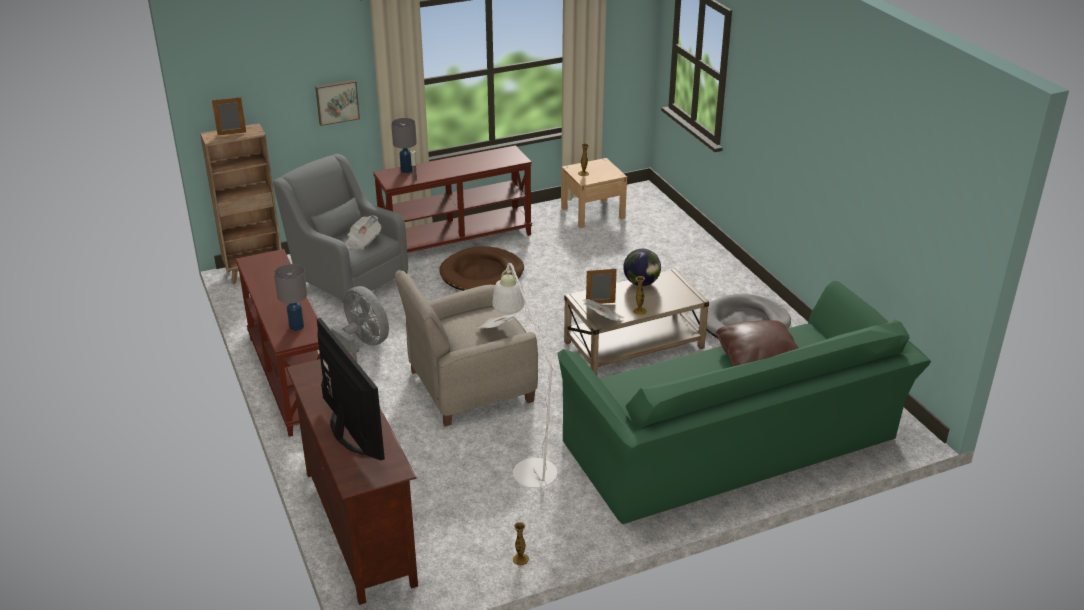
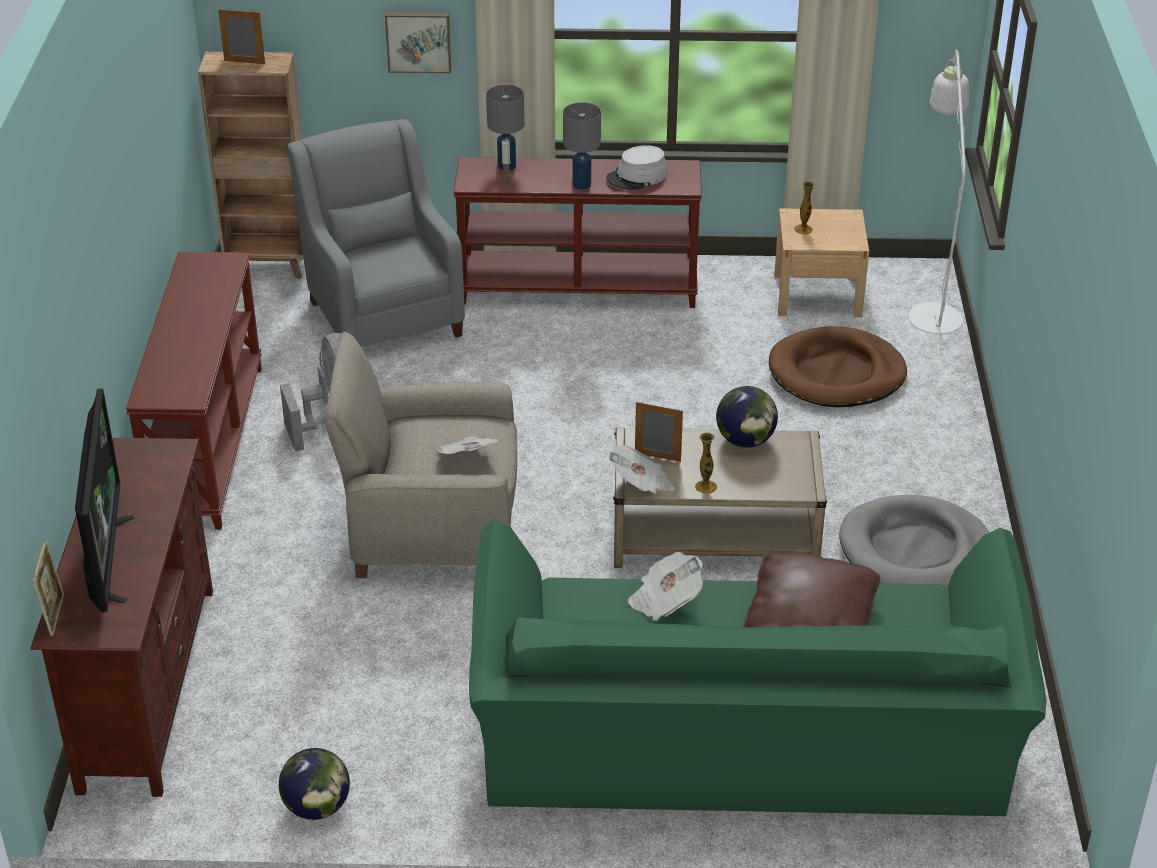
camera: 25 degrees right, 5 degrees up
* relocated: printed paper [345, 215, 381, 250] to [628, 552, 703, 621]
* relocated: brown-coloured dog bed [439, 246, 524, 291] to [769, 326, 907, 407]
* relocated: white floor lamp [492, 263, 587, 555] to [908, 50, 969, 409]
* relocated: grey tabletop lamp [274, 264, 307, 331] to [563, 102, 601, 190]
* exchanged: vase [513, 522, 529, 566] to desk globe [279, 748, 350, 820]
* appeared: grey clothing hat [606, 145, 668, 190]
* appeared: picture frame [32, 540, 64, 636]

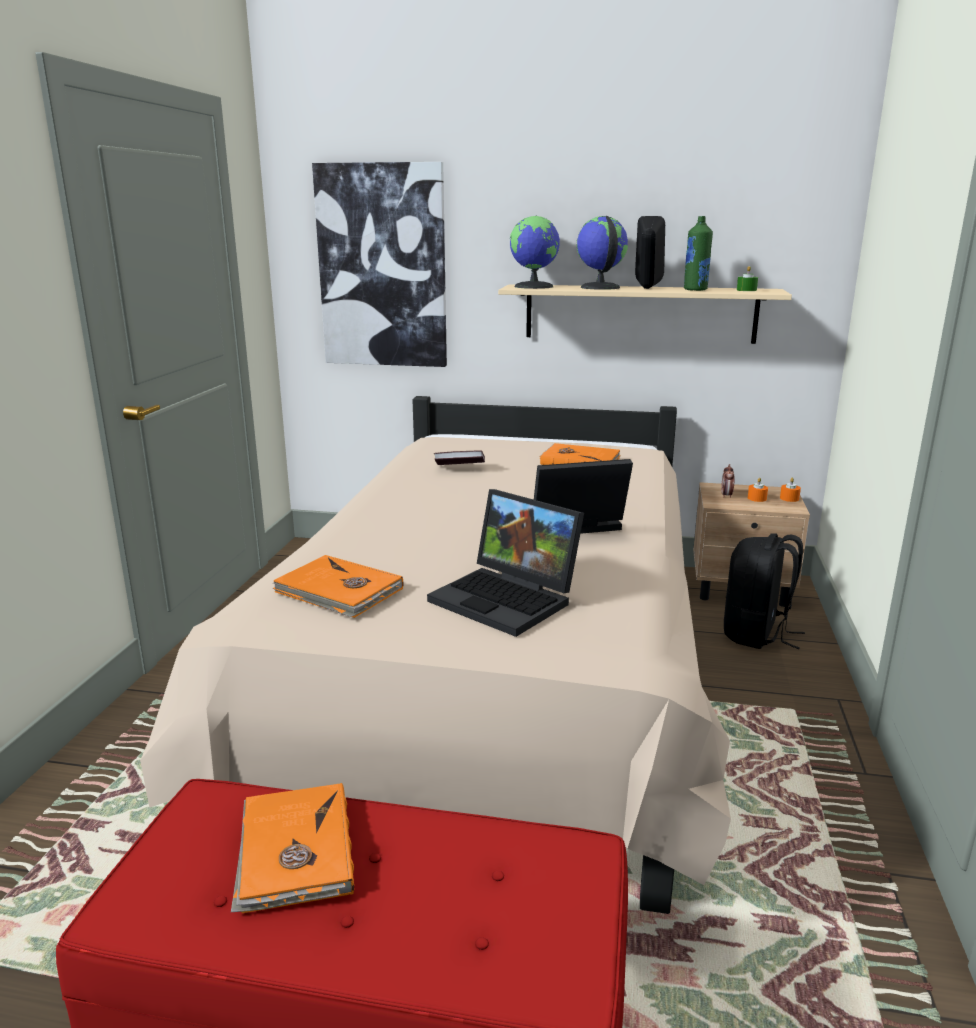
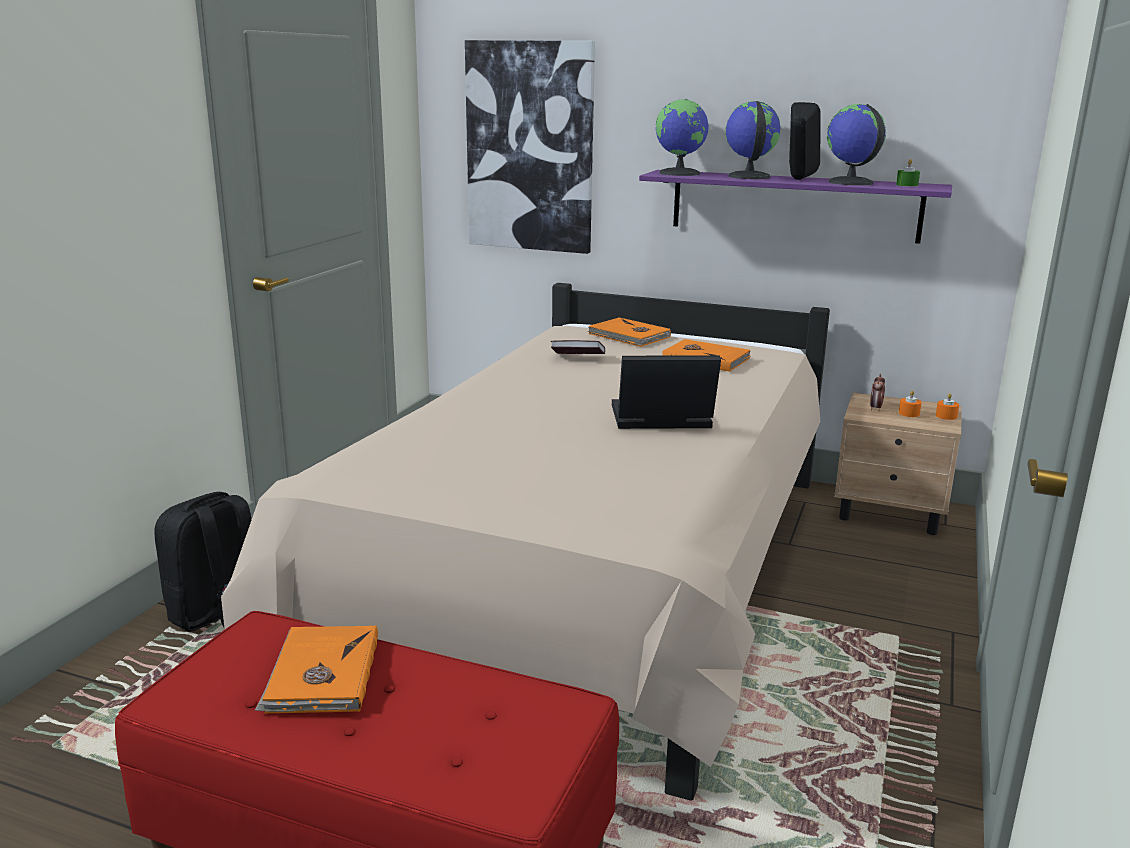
camera: 10 degrees right, 0 degrees up
* exchanged: green-coloured bottle [684, 216, 713, 291] to desk globe [827, 104, 886, 185]
* colour: sand-coloured bracket shelf [498, 284, 792, 344] to purple bracket shelf [639, 170, 952, 244]
* missing: portable computer [427, 489, 584, 637]
* relocated: blackish knapsack [724, 534, 805, 649] to [154, 492, 251, 632]
* relocated: orangey volume [273, 555, 403, 618] to [587, 317, 671, 347]

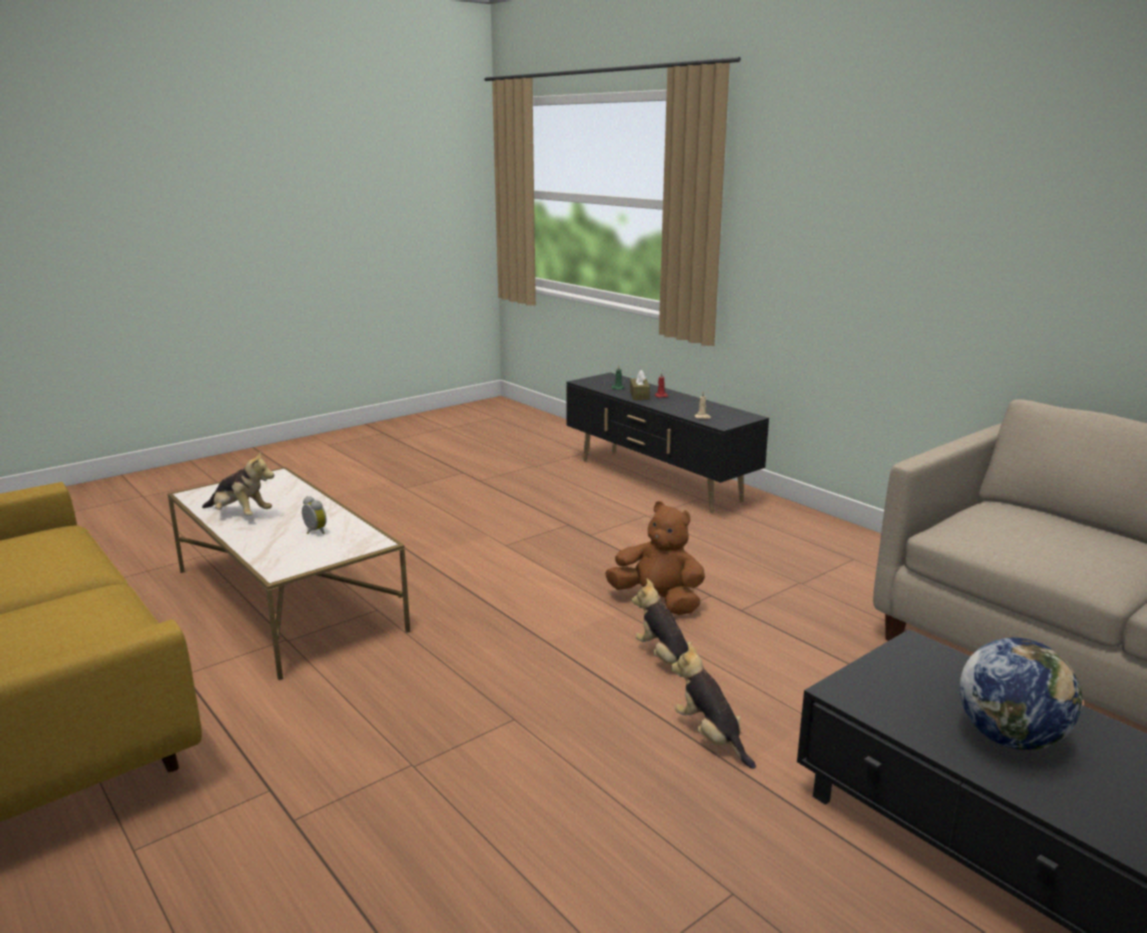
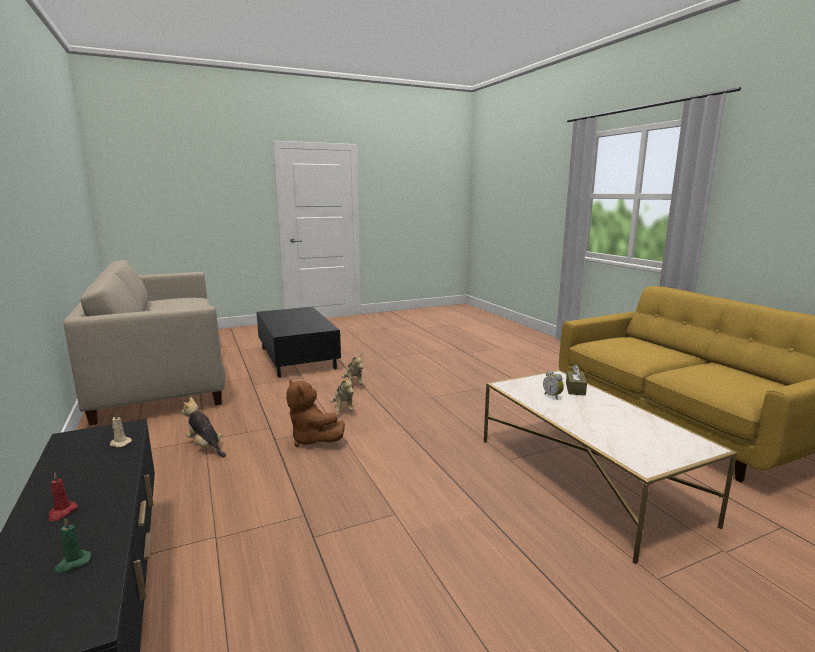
camera: 165 degrees left, 5 degrees down
* relocated: brown-coloured tissue holder [630, 370, 650, 400] to [566, 364, 587, 396]
* relocated: plush toy [202, 450, 274, 516] to [181, 397, 226, 457]
* missing: desk globe [960, 638, 1082, 750]

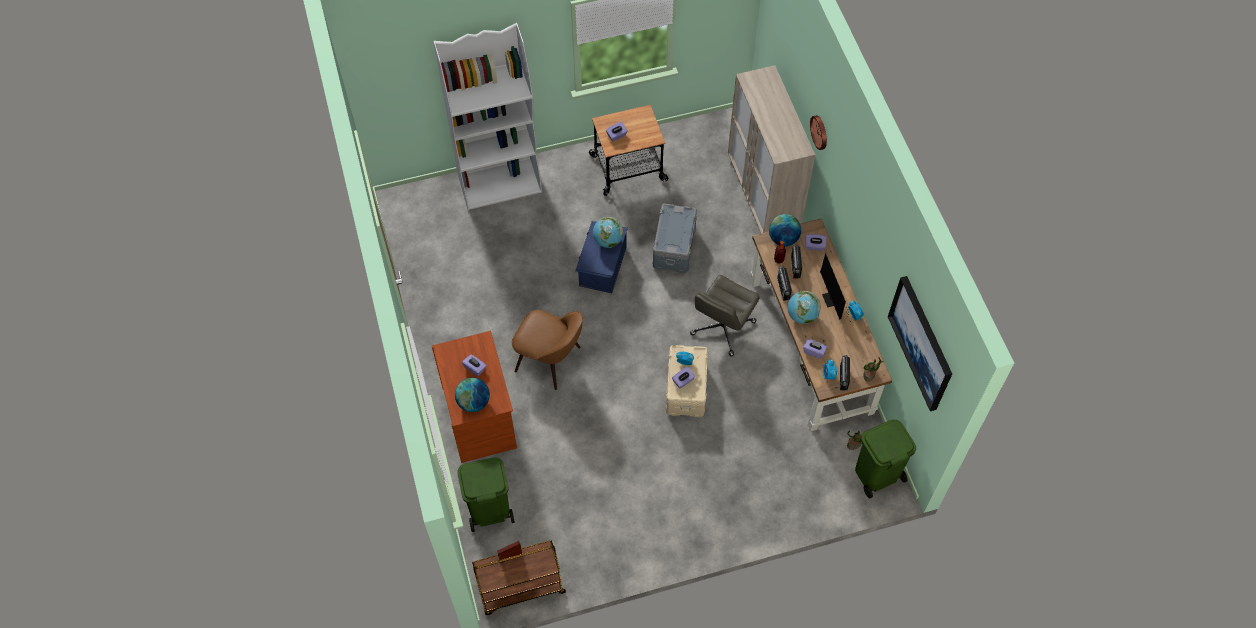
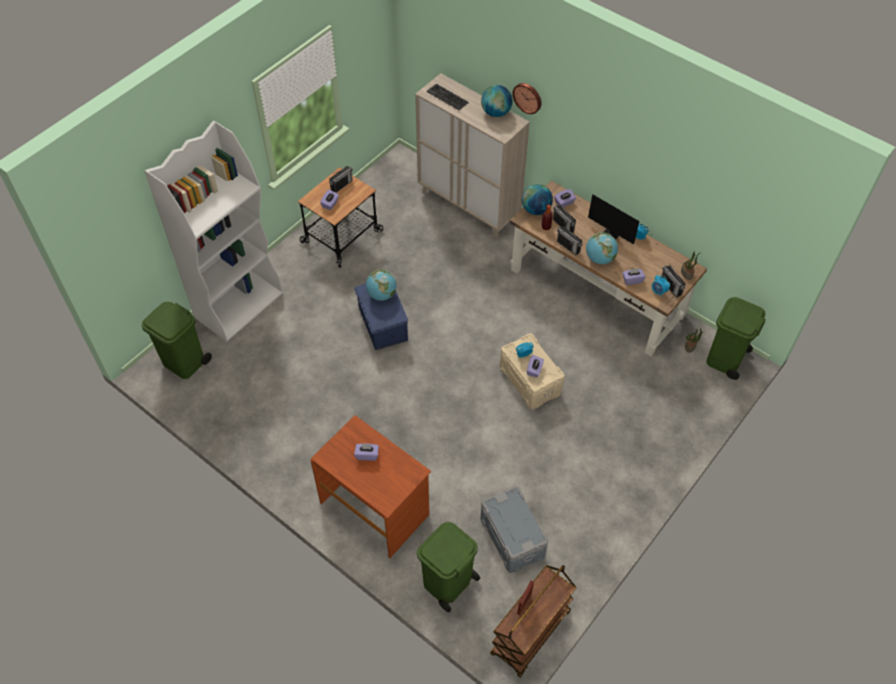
camera: 35 degrees left, 5 degrees down
* relocated: grey storage bin [653, 204, 697, 273] to [481, 487, 548, 573]
* missing: grey office chair [690, 275, 760, 356]
* missing: wall picture [888, 276, 952, 411]
* missing: brown-coloured plain chair [512, 310, 583, 390]
* relocated: desk globe [455, 377, 490, 412] to [481, 85, 513, 117]
* appeared: computer keyboard [426, 84, 469, 110]
* appeared: radio set [329, 166, 353, 193]
* appeared: green-coloured waste bin [142, 302, 212, 379]

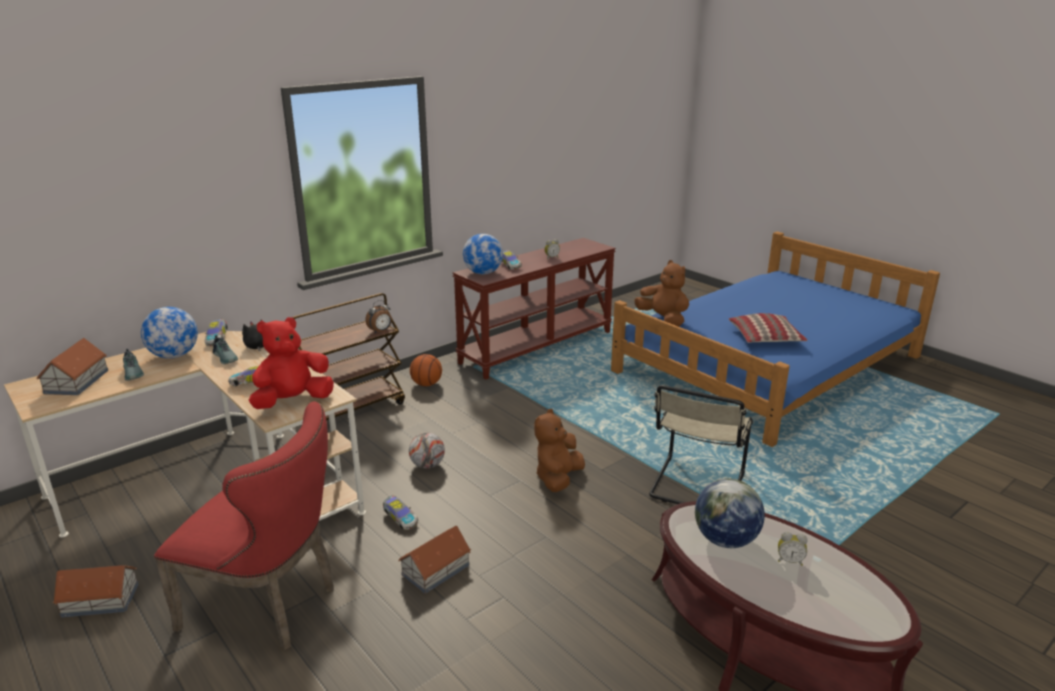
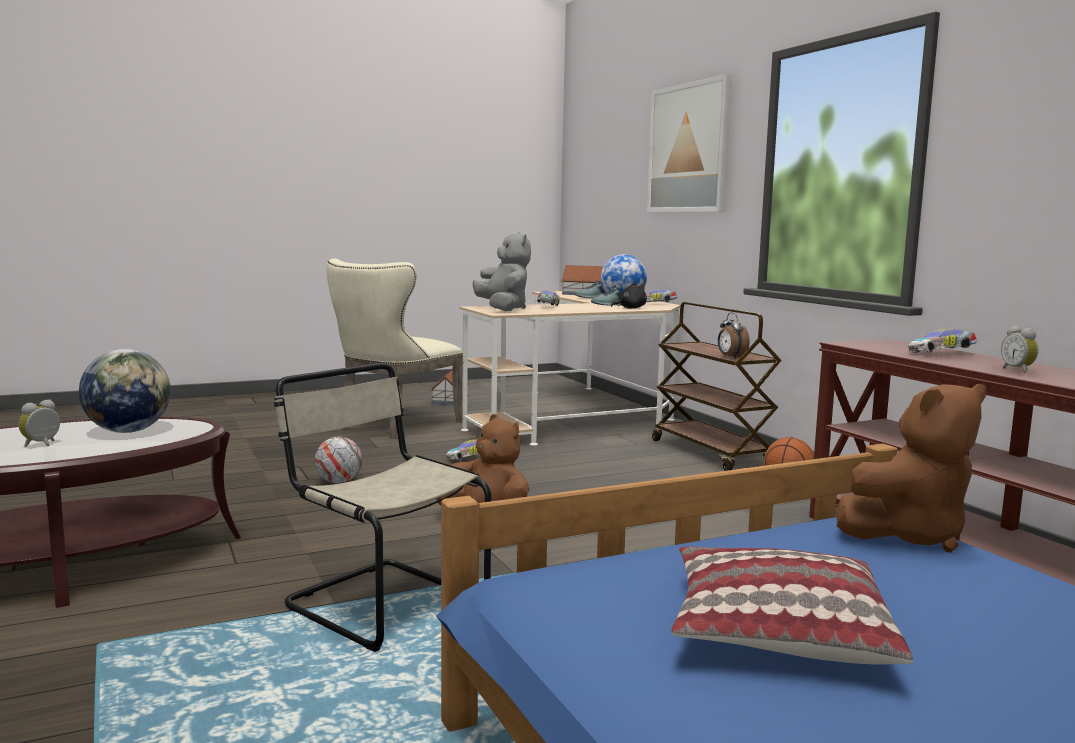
camera: 105 degrees right, 15 degrees down
* missing: desk globe [463, 234, 503, 274]
* colour: reddish plush toy [249, 317, 334, 409] to grey plush toy [473, 232, 531, 311]
* colour: reddish plain chair [154, 401, 334, 650] to sand-coloured plain chair [327, 258, 463, 439]
* relocated: football [409, 433, 445, 469] to [315, 437, 362, 483]
* missing: model house [398, 526, 471, 594]
* appeared: wall picture [647, 74, 732, 212]

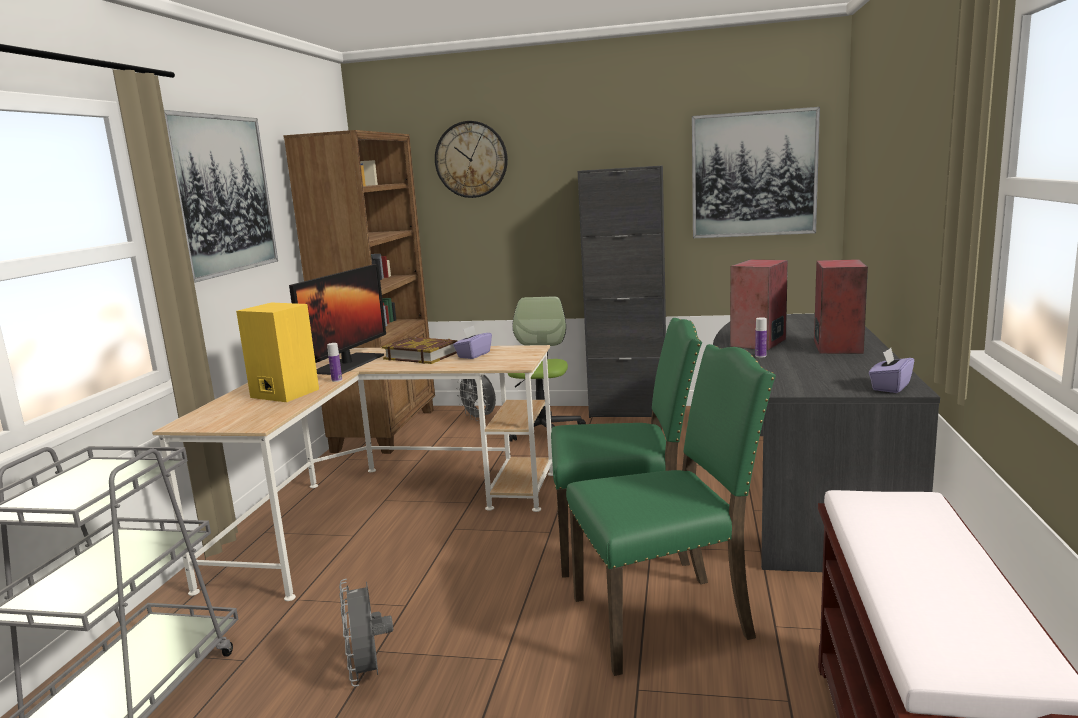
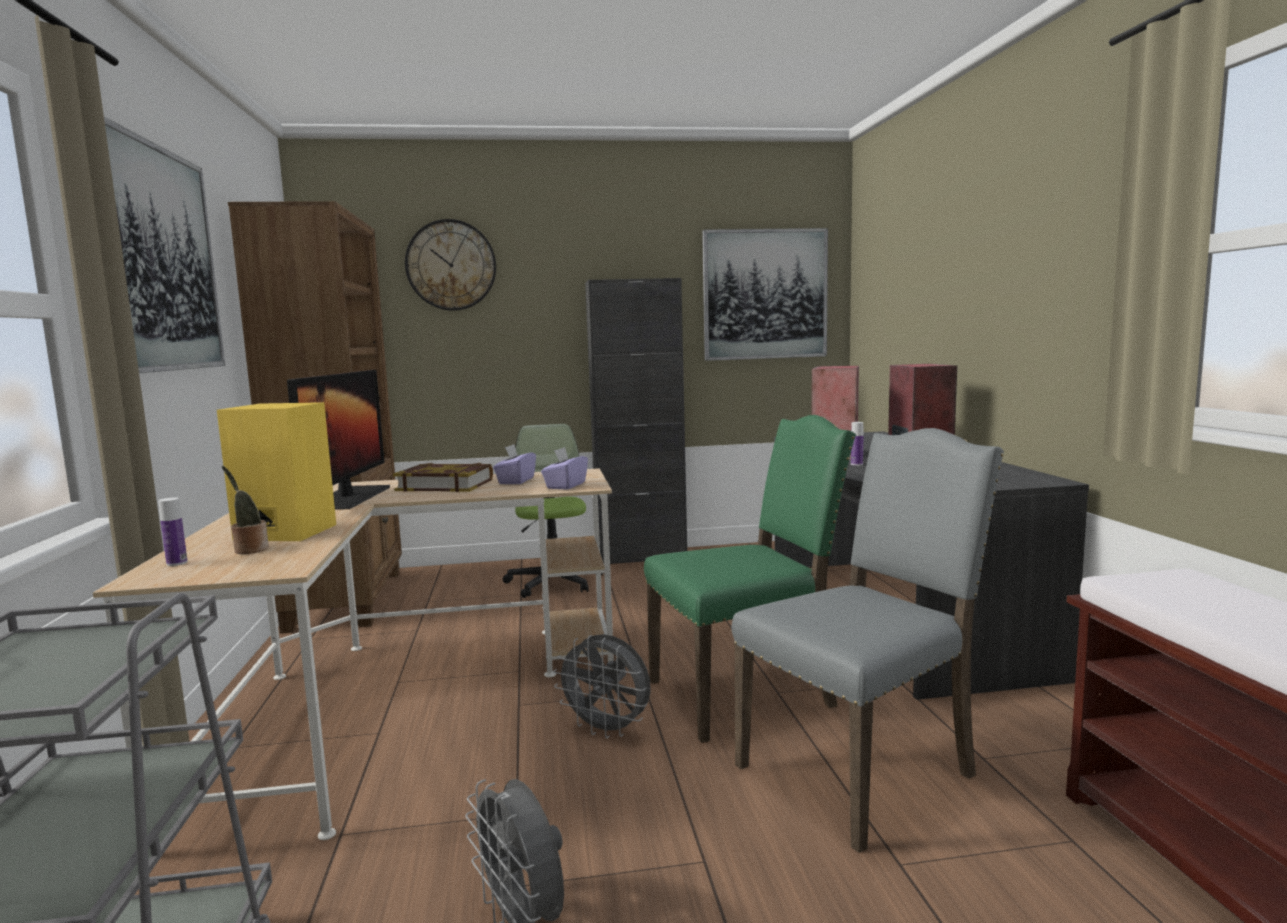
camera: 20 degrees left, 5 degrees down
* relocated: bottle [327, 343, 342, 382] to [158, 498, 188, 566]
* colour: green-coloured plain chair [566, 344, 776, 676] to grey plain chair [732, 428, 1004, 853]
* relocated: purple tissue holder [869, 348, 914, 393] to [541, 447, 588, 490]
* relocated: grey cooling fan [456, 375, 496, 421] to [553, 634, 651, 739]
* appeared: plant in a pot [222, 466, 269, 554]

